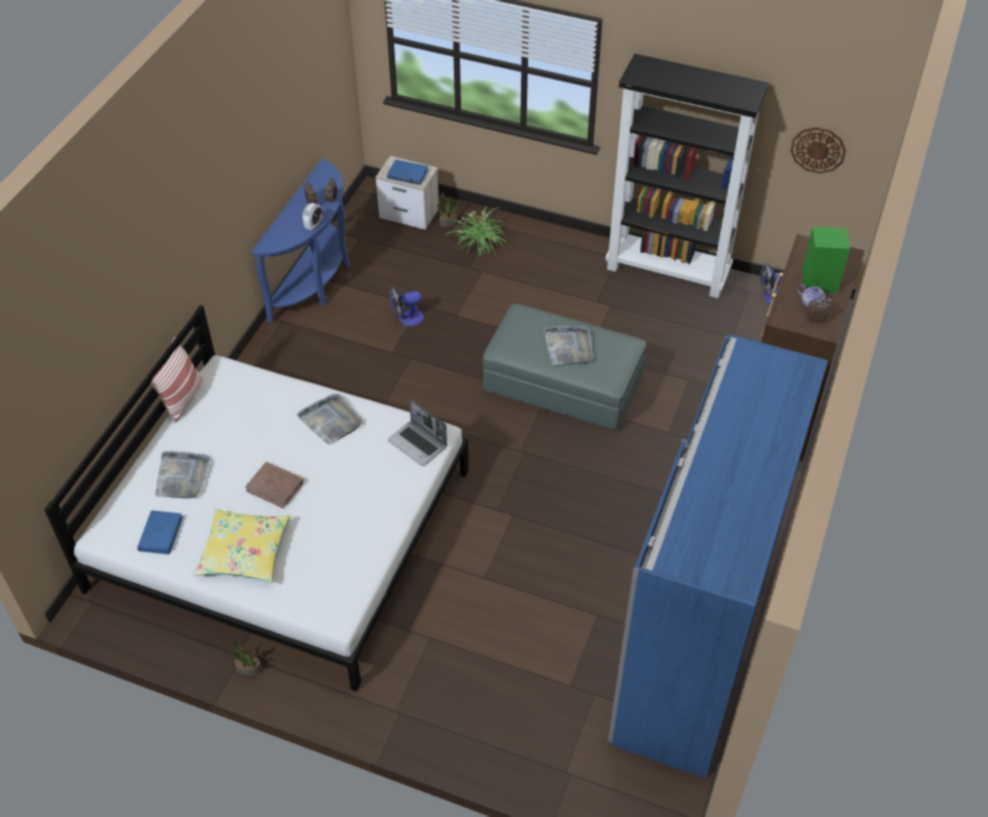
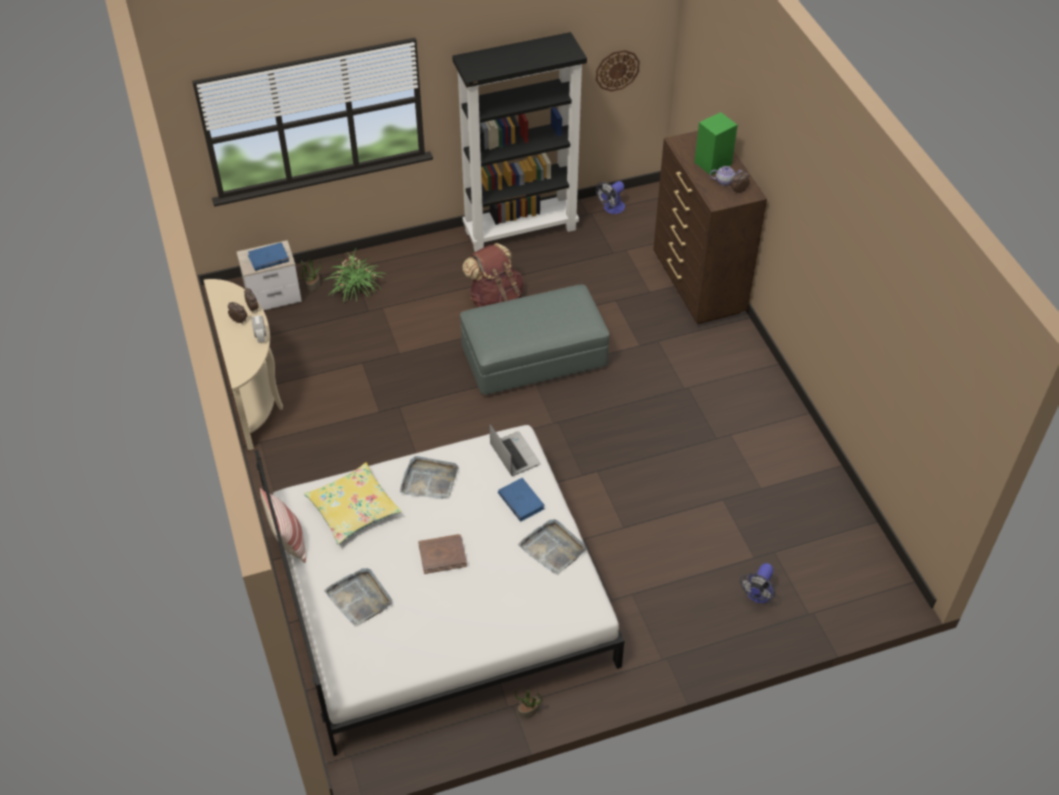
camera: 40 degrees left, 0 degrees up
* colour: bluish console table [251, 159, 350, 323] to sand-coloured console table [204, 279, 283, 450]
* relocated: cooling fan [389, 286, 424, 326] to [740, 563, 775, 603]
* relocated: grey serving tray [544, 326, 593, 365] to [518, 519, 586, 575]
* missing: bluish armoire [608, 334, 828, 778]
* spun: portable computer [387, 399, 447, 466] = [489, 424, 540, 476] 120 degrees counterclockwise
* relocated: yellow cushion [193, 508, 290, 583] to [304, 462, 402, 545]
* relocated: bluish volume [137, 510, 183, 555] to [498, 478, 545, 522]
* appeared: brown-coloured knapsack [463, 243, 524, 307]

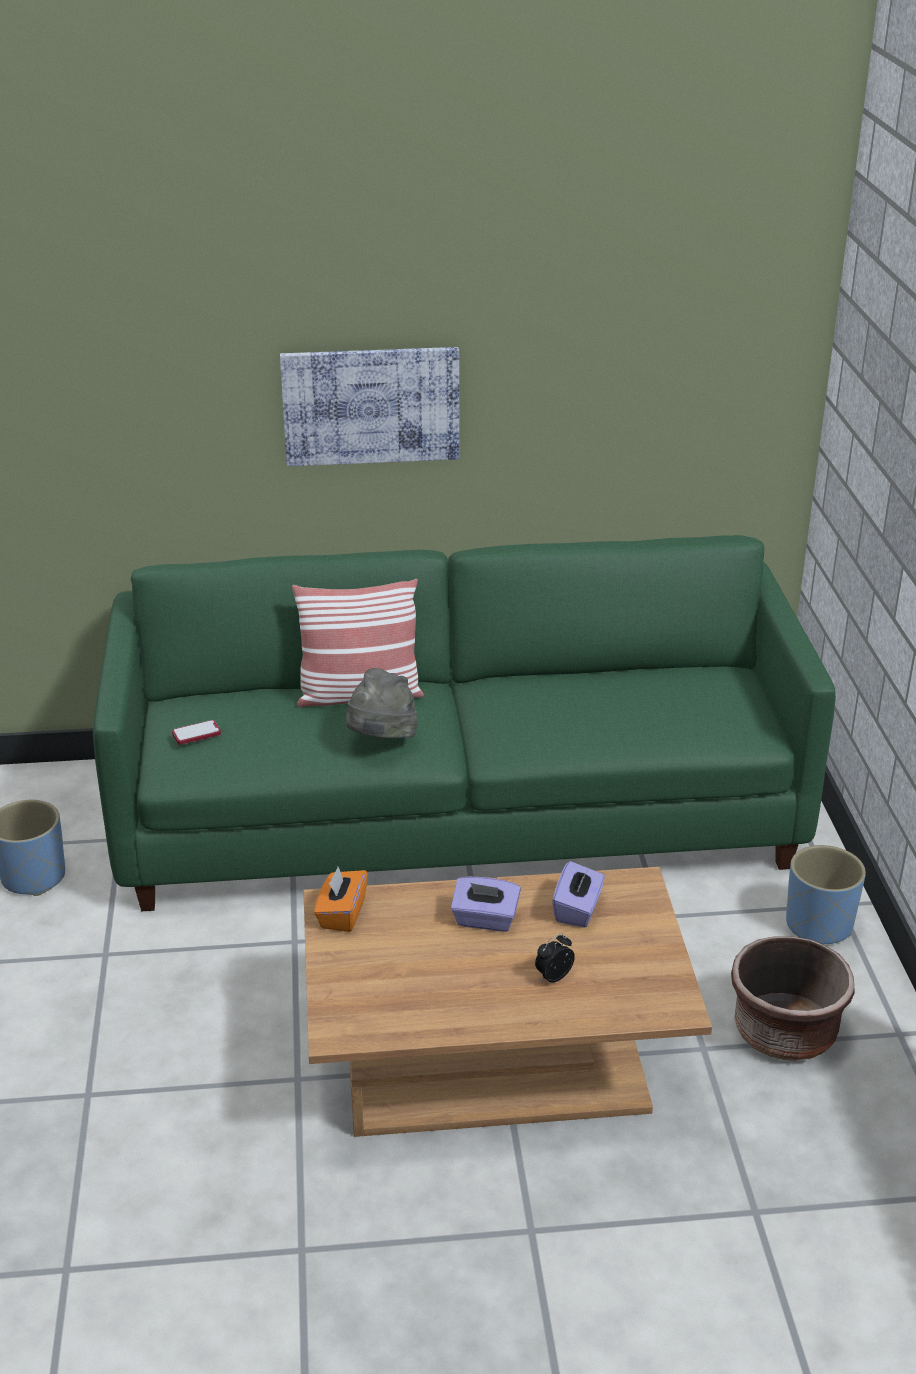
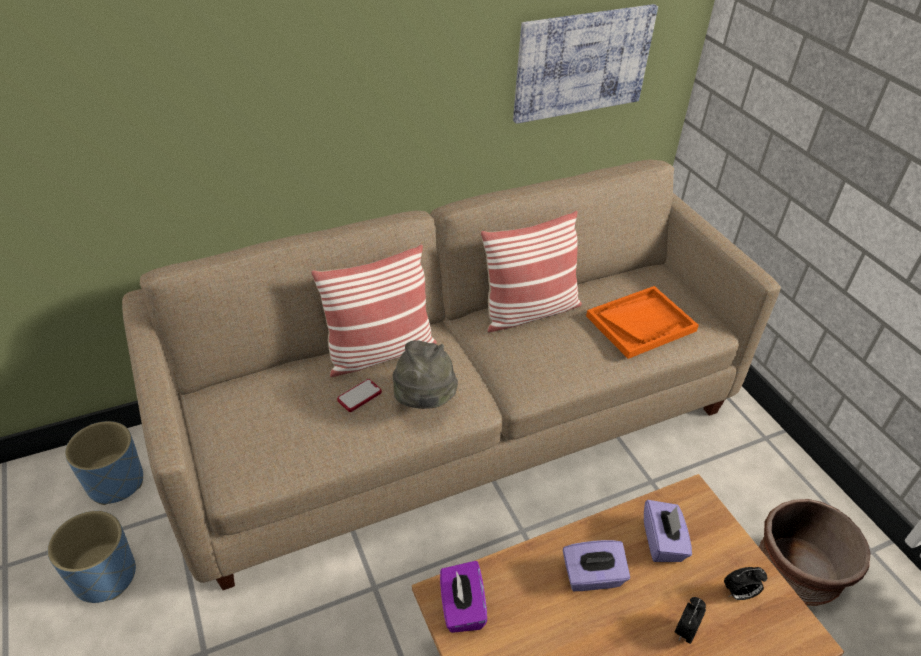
camera: 20 degrees left, 10 degrees up
* relocated: wall picture [280, 347, 459, 466] to [513, 4, 658, 124]
* colour: green-coloured couch [93, 535, 836, 911] to sand-coloured couch [122, 160, 781, 590]
* relocated: telephone [172, 720, 221, 745] to [337, 379, 382, 412]
* relocated: bluish planter [786, 845, 866, 944] to [65, 421, 143, 505]
* colour: orangey tissue holder [314, 867, 368, 932] to purple tissue holder [440, 561, 487, 633]
* appeared: cushion [480, 211, 582, 332]
* appeared: orangey serving tray [586, 286, 699, 359]
* appeared: table clock [724, 567, 767, 600]

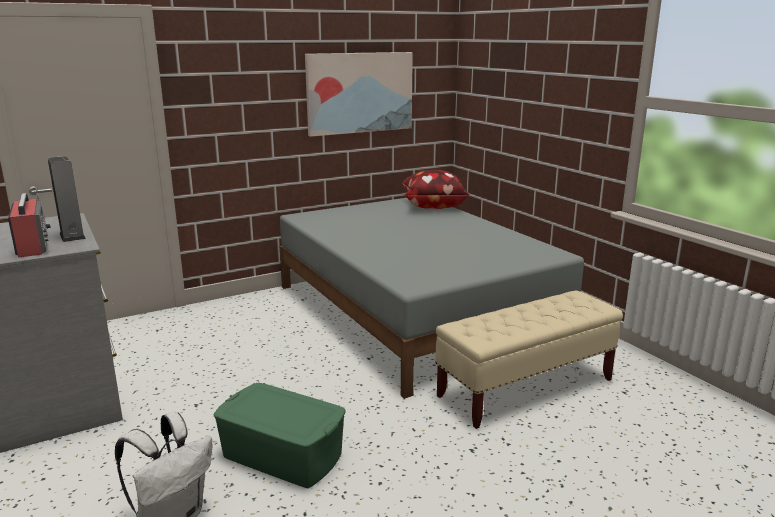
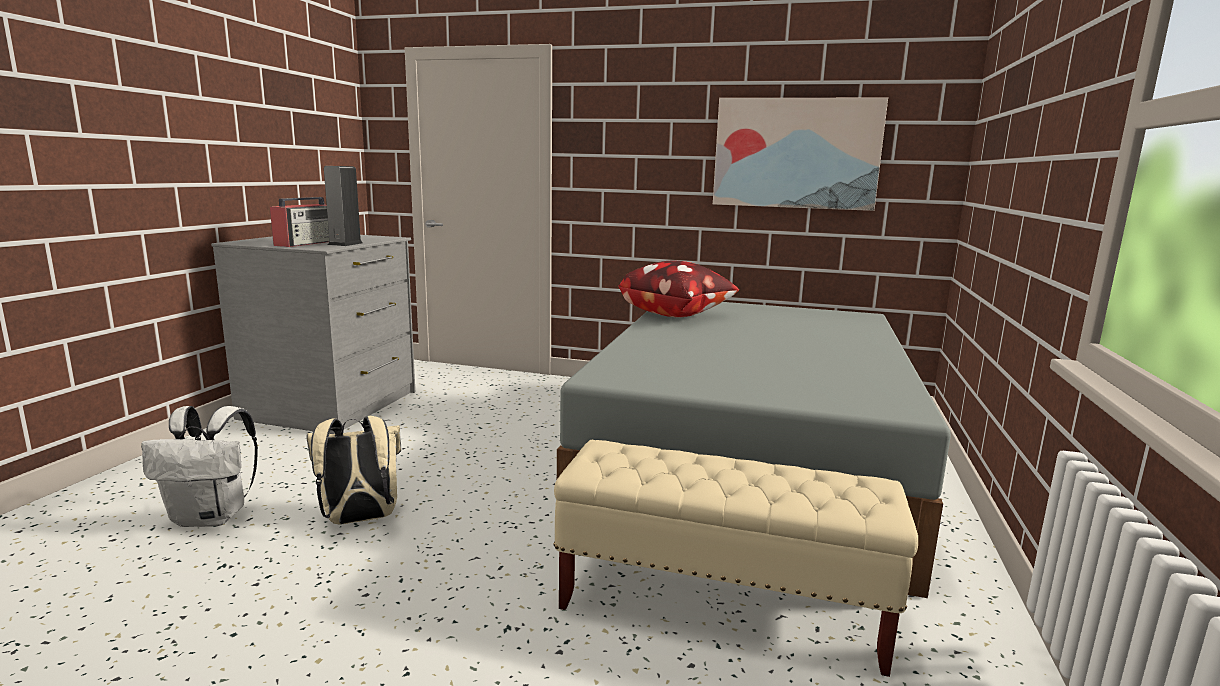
camera: 45 degrees right, 5 degrees down
* relocated: cushion [402, 170, 469, 209] to [618, 261, 739, 317]
* exchanged: green-coloured storage bin [214, 383, 346, 488] to sand-coloured knapsack [307, 416, 401, 525]

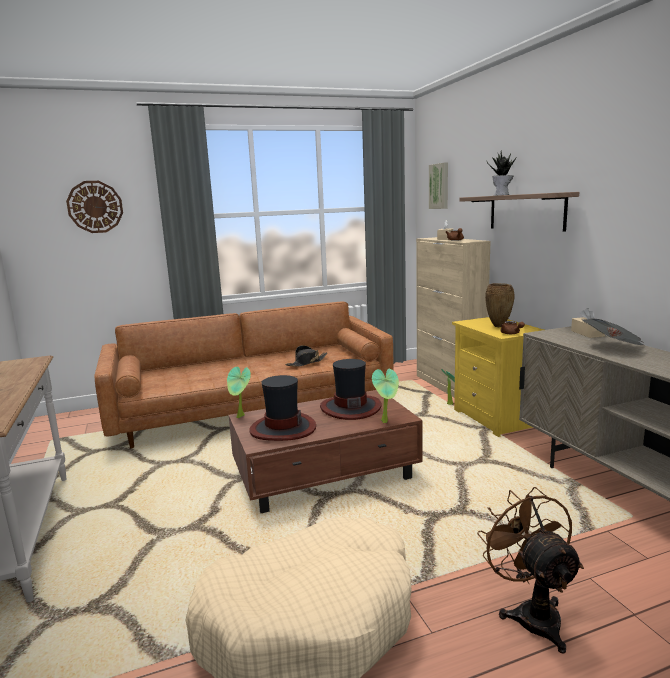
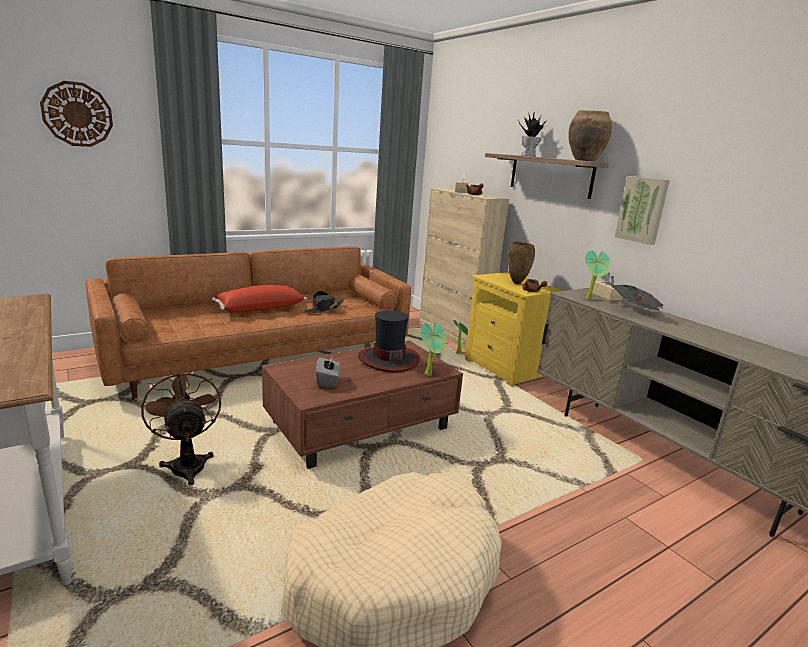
camera: 15 degrees left, 5 degrees up
* relocated: wall picture [429, 162, 448, 209] to [615, 176, 670, 245]
* relocated: plant in a pot [227, 367, 251, 418] to [585, 251, 610, 300]
* exchanged: clothing hat [249, 375, 316, 441] to grey tissue holder [316, 356, 340, 388]
* relocated: brown-coloured cooling fan [477, 487, 584, 654] to [141, 369, 221, 486]
* appeared: brown-coloured vase [568, 110, 612, 161]
* appeared: reddish cushion [212, 285, 307, 313]

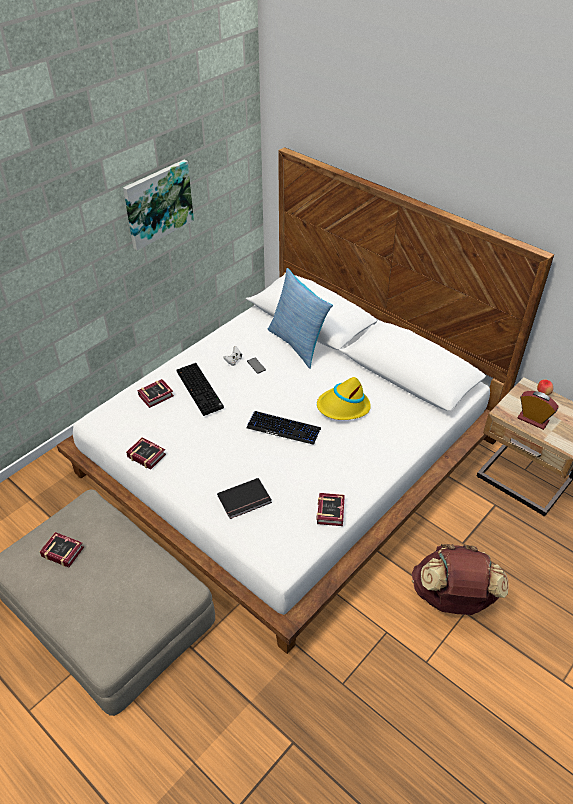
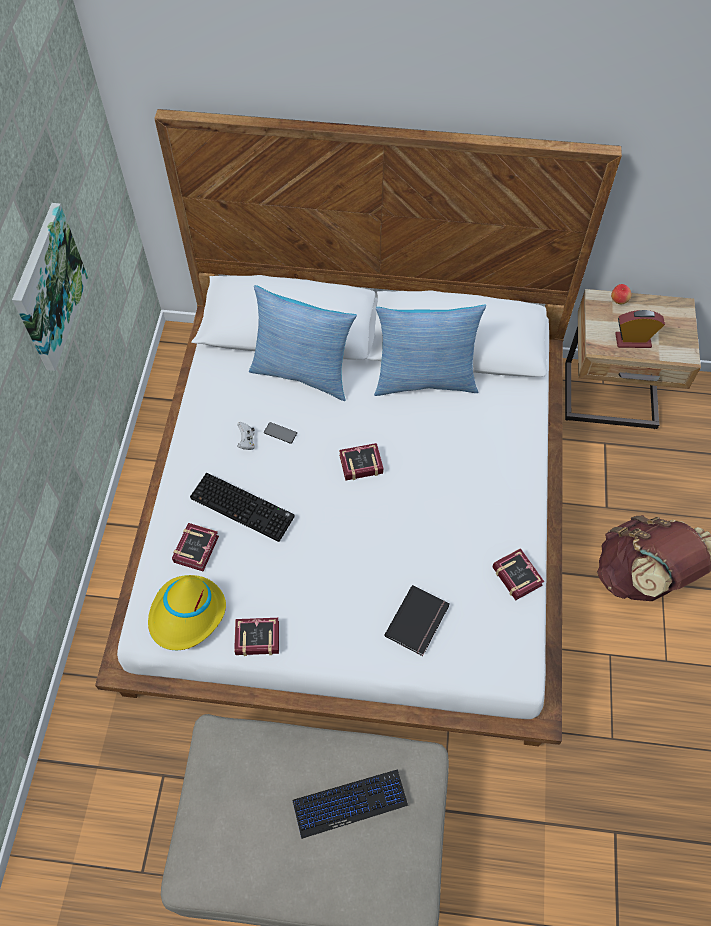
camera: 35 degrees left, 15 degrees up
* relocated: yellow clothing hat [317, 377, 371, 420] to [148, 575, 226, 650]
* relocated: computer keyboard [246, 411, 321, 445] to [292, 769, 408, 839]
* relocated: volume [40, 532, 84, 568] to [339, 443, 384, 481]
* appeared: cushion [374, 304, 486, 396]

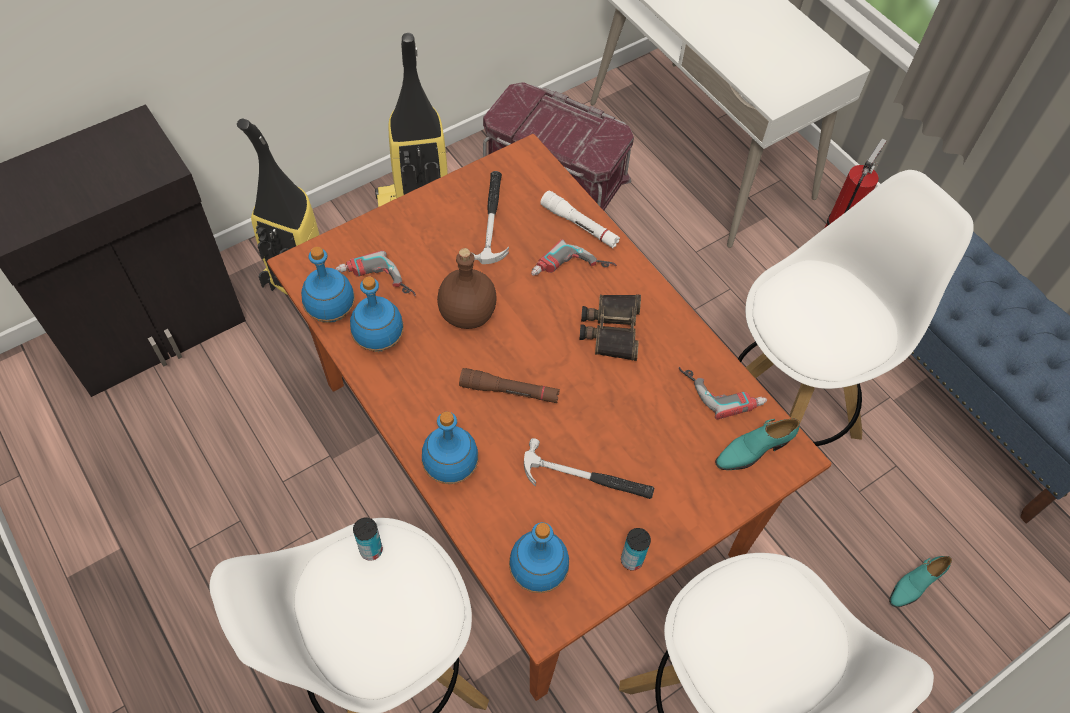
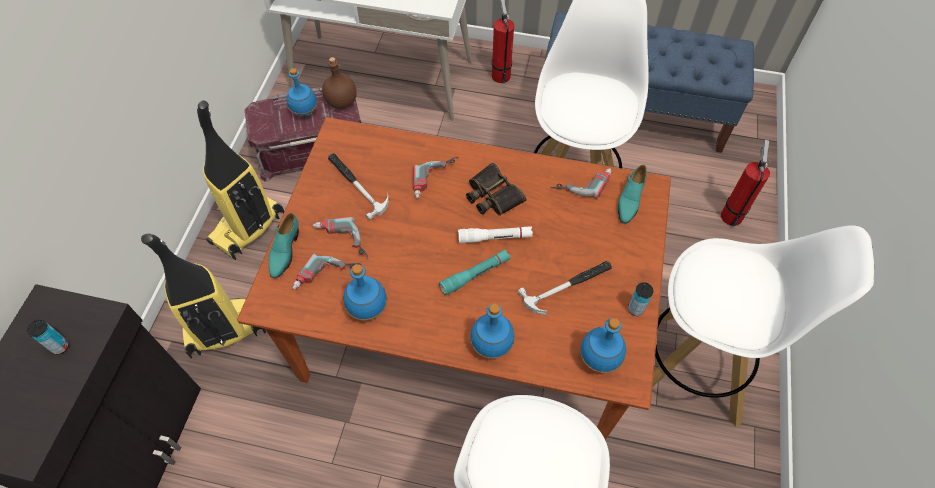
camera: 40 degrees left, 0 degrees up
* relocated: white hand torch [540, 190, 620, 248] to [458, 226, 533, 244]
* relocated: bluish bottle [301, 247, 355, 323] to [287, 68, 317, 117]
* relocated: brown-coloured bottle [437, 248, 497, 329] to [322, 57, 357, 109]
* colour: brown-coloured hand torch [459, 368, 560, 403] to blue-green hand torch [439, 250, 510, 295]
* relocated: can [353, 517, 383, 561] to [27, 319, 69, 354]
* relocated: blue-green low shoe [889, 556, 952, 607] to [269, 213, 299, 278]
* appeared: fire extinguisher [721, 140, 770, 226]
* appeared: electric drill [312, 216, 368, 258]

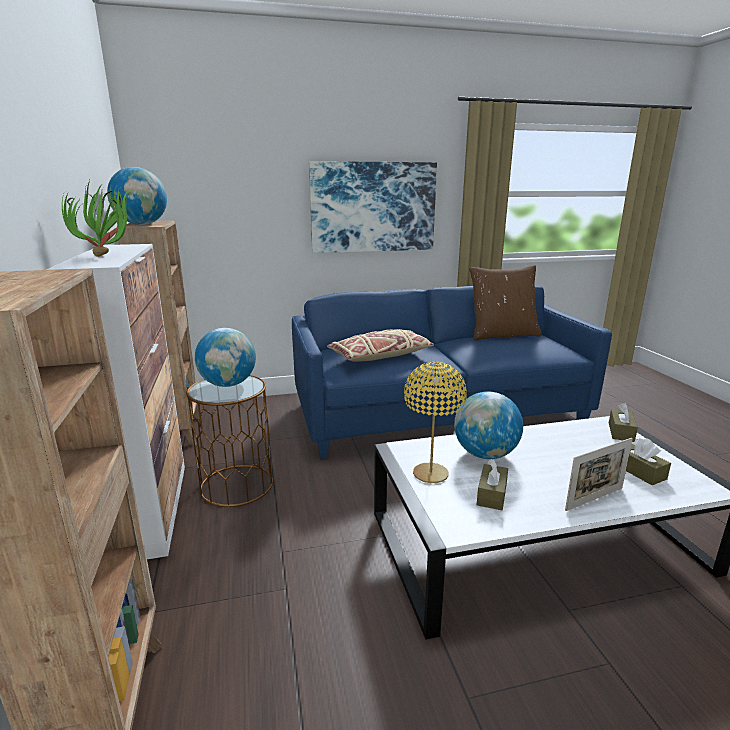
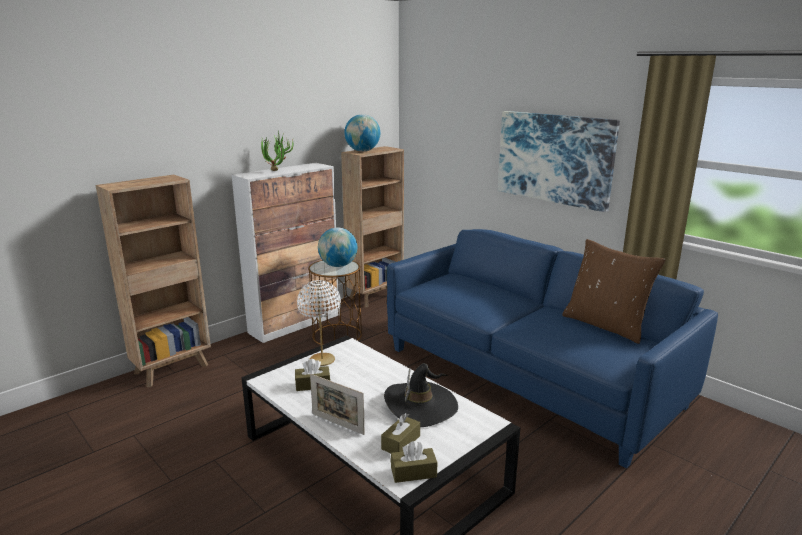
camera: 60 degrees right, 0 degrees up
* missing: sand-coloured cushion [327, 329, 434, 362]
* colour: yellow tabletop lamp [404, 362, 467, 483] to white tabletop lamp [297, 280, 341, 366]
* missing: desk globe [454, 392, 523, 459]
* relocated: brown-coloured tissue holder [609, 403, 638, 442] to [391, 441, 437, 483]
* appeared: blackish clothing hat [384, 363, 458, 427]

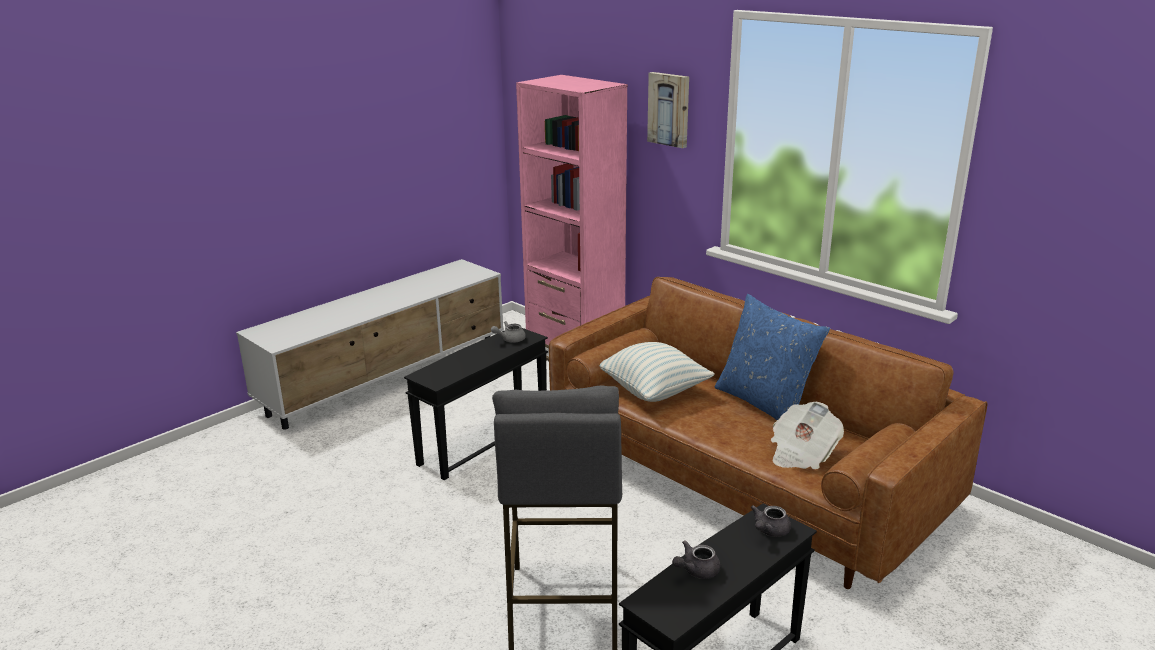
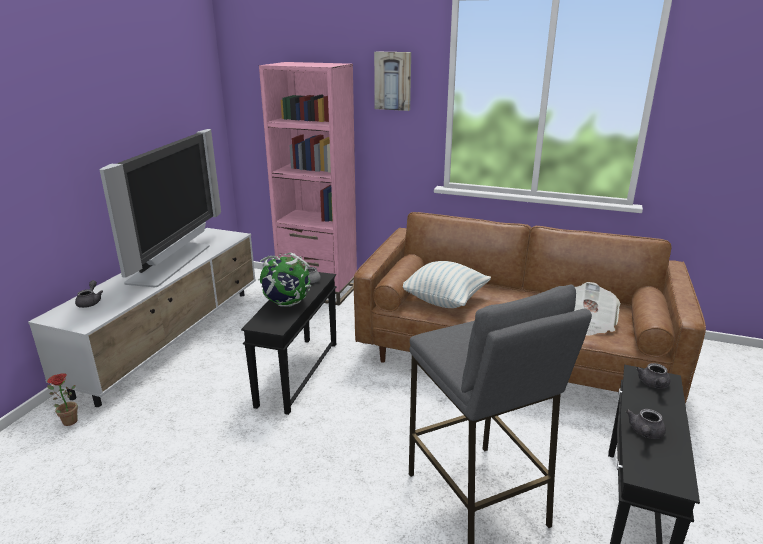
camera: 25 degrees left, 0 degrees up
* missing: bluish cushion [715, 294, 830, 420]
* appeared: TV [100, 129, 221, 287]
* appeared: desk globe [258, 253, 311, 307]
* appeared: grey tea pot [75, 280, 103, 308]
* appeared: plant in a pot [47, 373, 78, 426]

